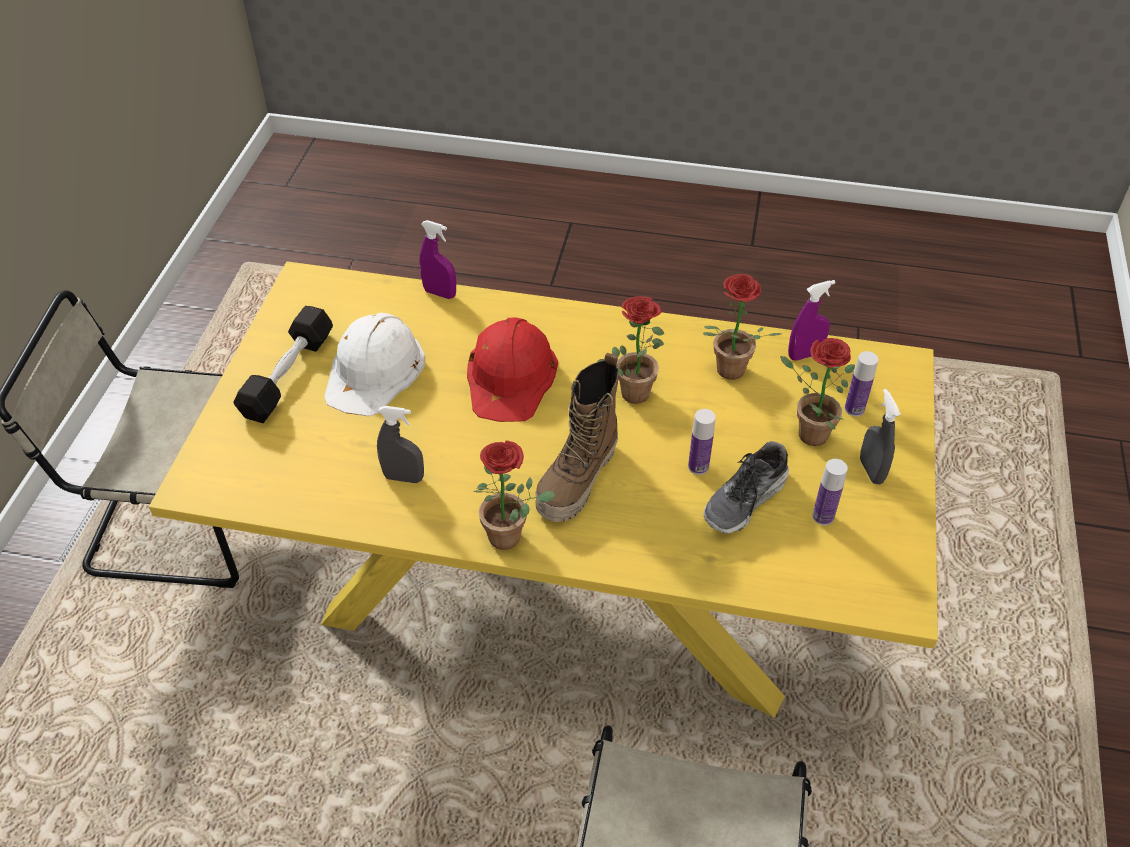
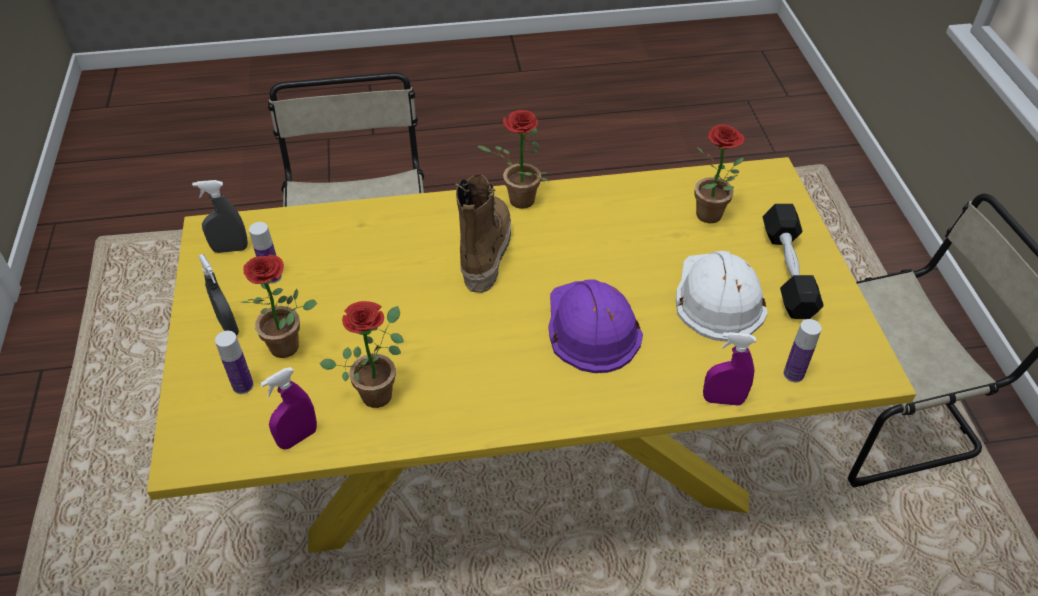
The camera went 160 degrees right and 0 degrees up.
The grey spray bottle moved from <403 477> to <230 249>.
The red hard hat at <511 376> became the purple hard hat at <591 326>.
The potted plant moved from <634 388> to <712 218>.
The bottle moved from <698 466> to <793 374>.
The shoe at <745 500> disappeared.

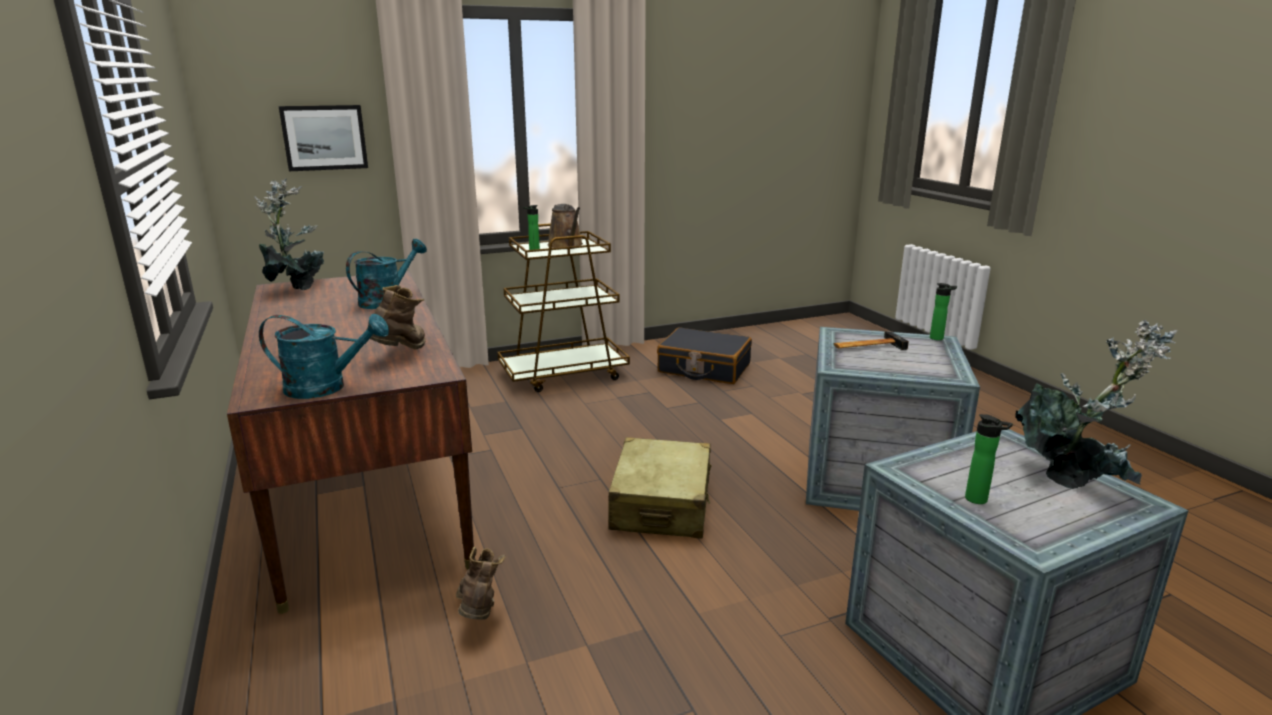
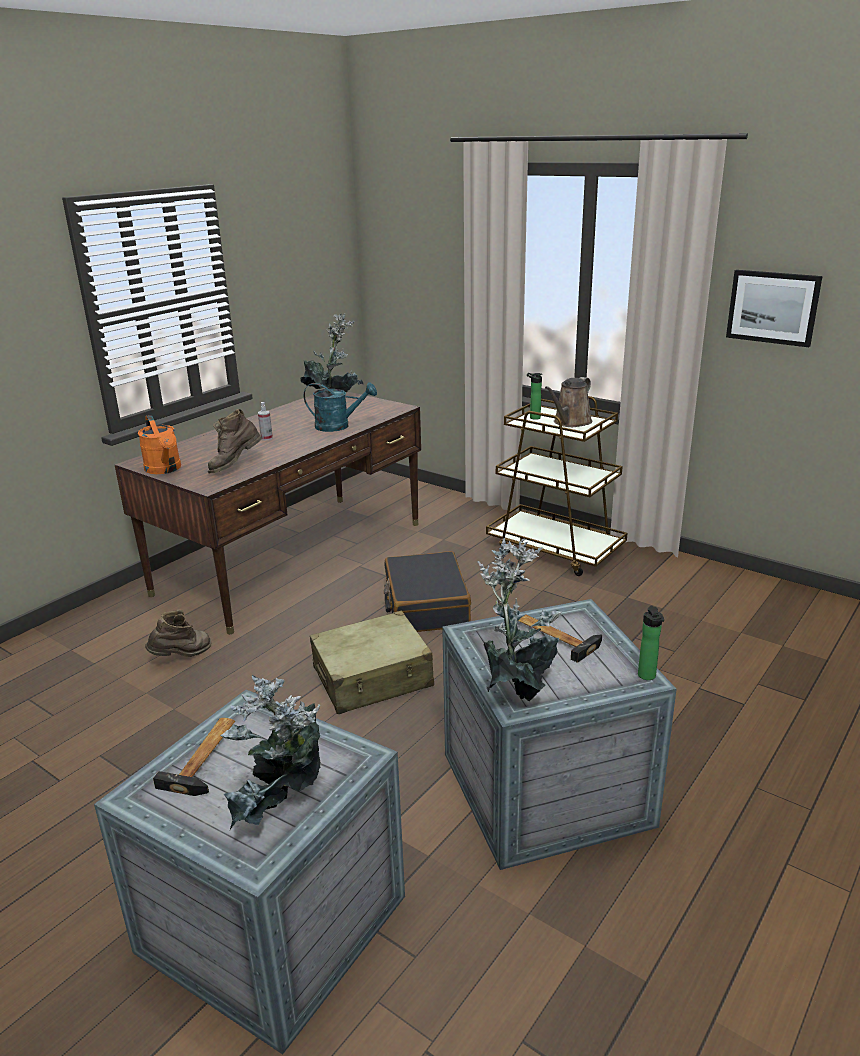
The camera went 60 degrees right and 5 degrees up.
The turquoise watering can at <326 387> became the orange watering can at <165 470>.
The bottle at <979 500> was replaced by the hammer at <207 757>.
The brown boot at <400 354> turned 150 degrees clockwise.
The spray bottle at <266 438> appeared.
The black suitcase moved from <704 368> to <425 606>.
The potted plant at <517 690> appeared.
The picture moved from <324 137> to <773 307>.

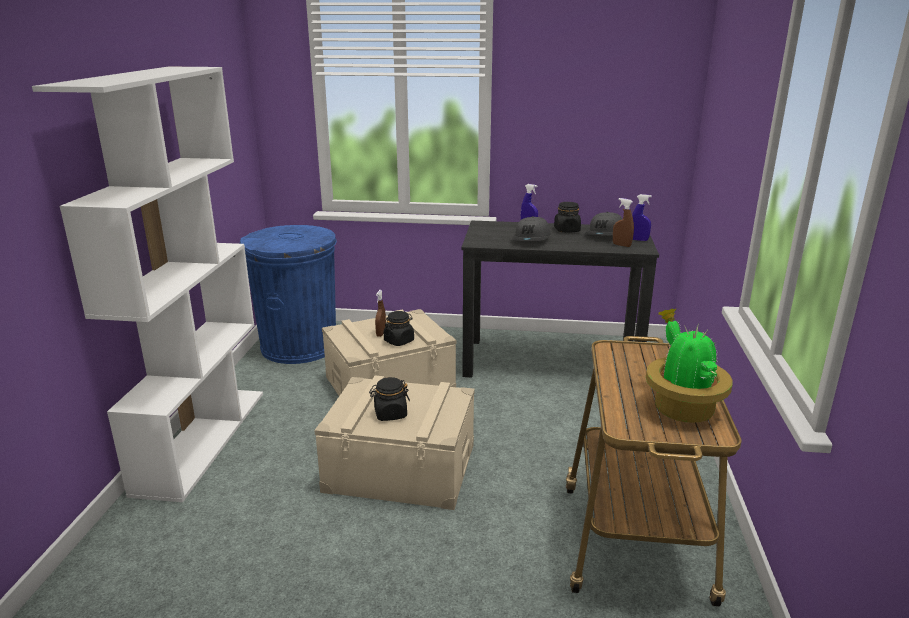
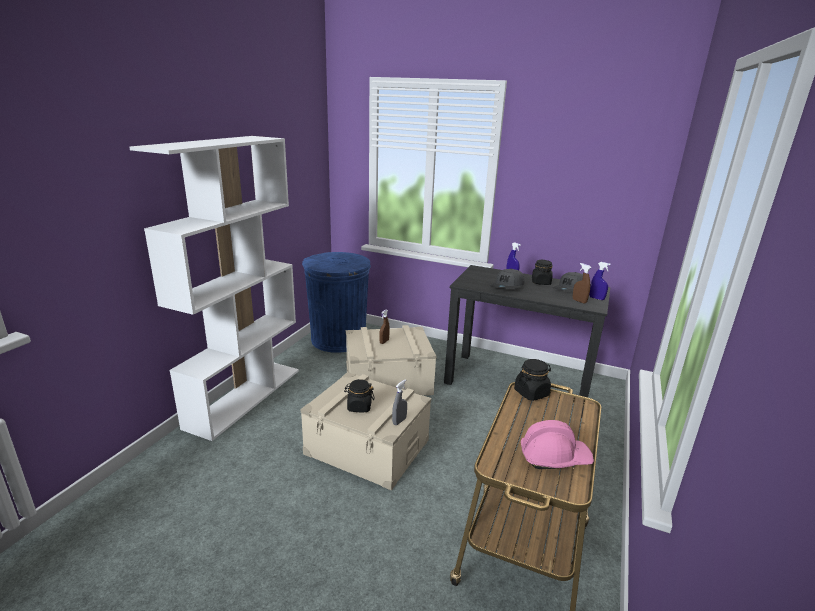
The camera went 15 degrees right and 0 degrees up.
The grey spray bottle at <399 421> appeared.
The black jar moved from <399 341> to <531 393>.
The potted plant at <681 408> was replaced by the pink hard hat at <554 457>.

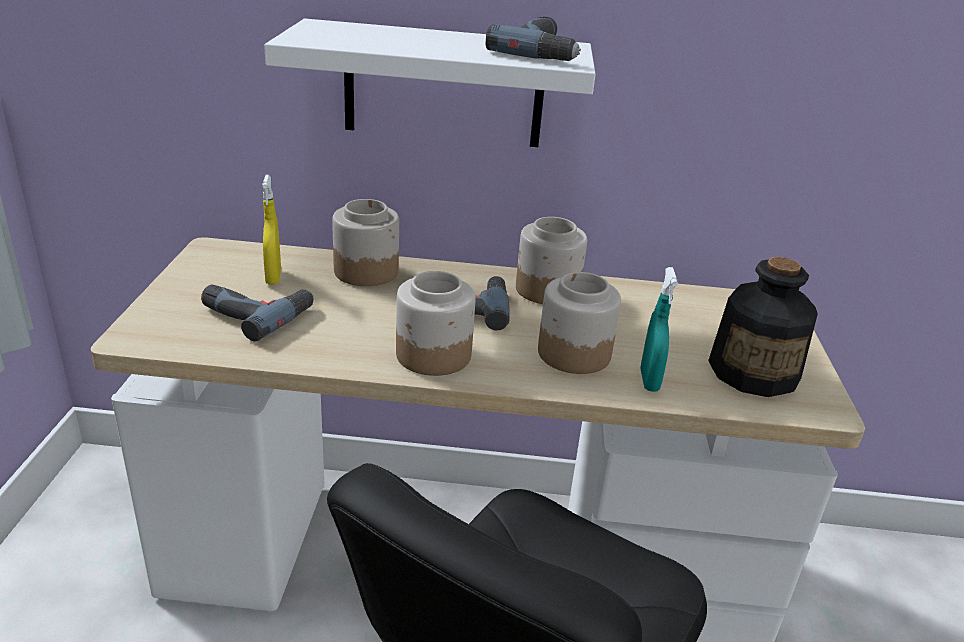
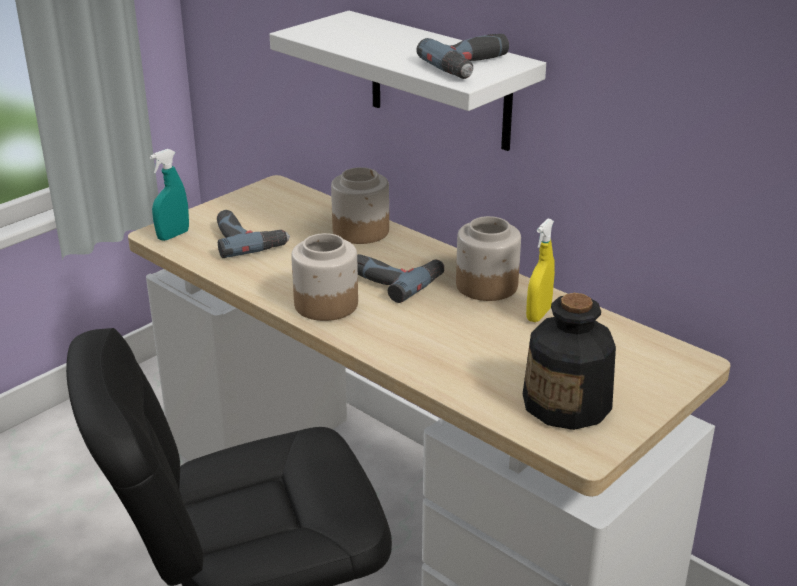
The camera went 40 degrees right and 0 degrees up.
The turquoise spray bottle moved from <649 381> to <173 235>.
The yellow spray bottle moved from <273 277> to <538 314>.
The jar at <573 353> disappeared.

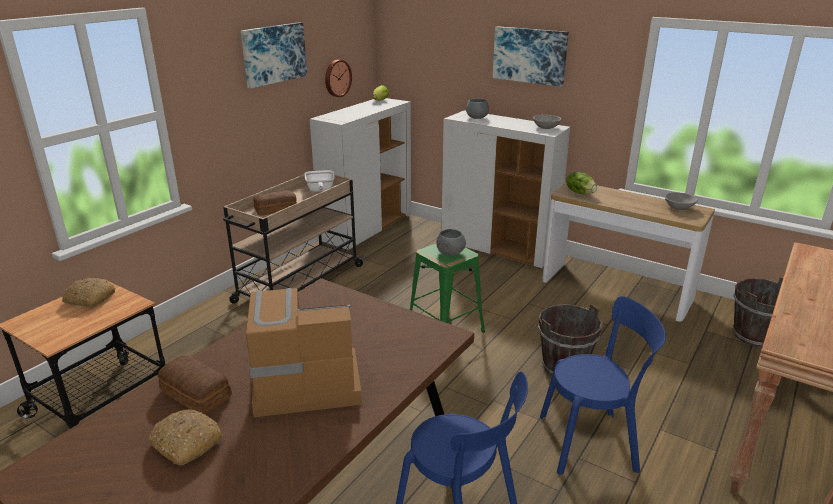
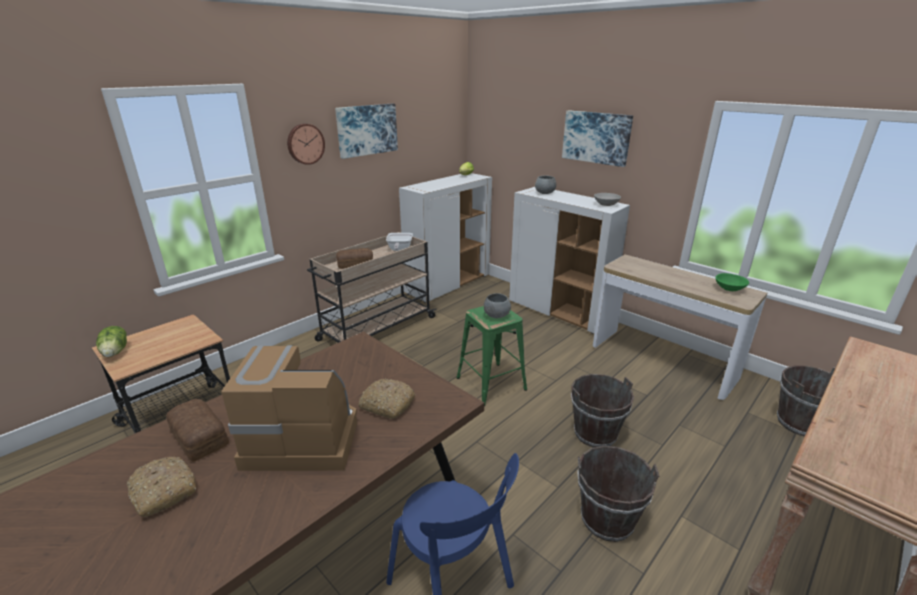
The camera went 10 degrees right and 0 degrees up.
The lettuce moved from <580 192> to <116 352>.
The wall clock moved from <337 78> to <305 144>.
The bread moved from <89 299> to <386 404>.
The blue chair at <592 442> was replaced by the brown bucket at <606 520>.
The grey bowl at <679 207> became the green bowl at <729 289>.

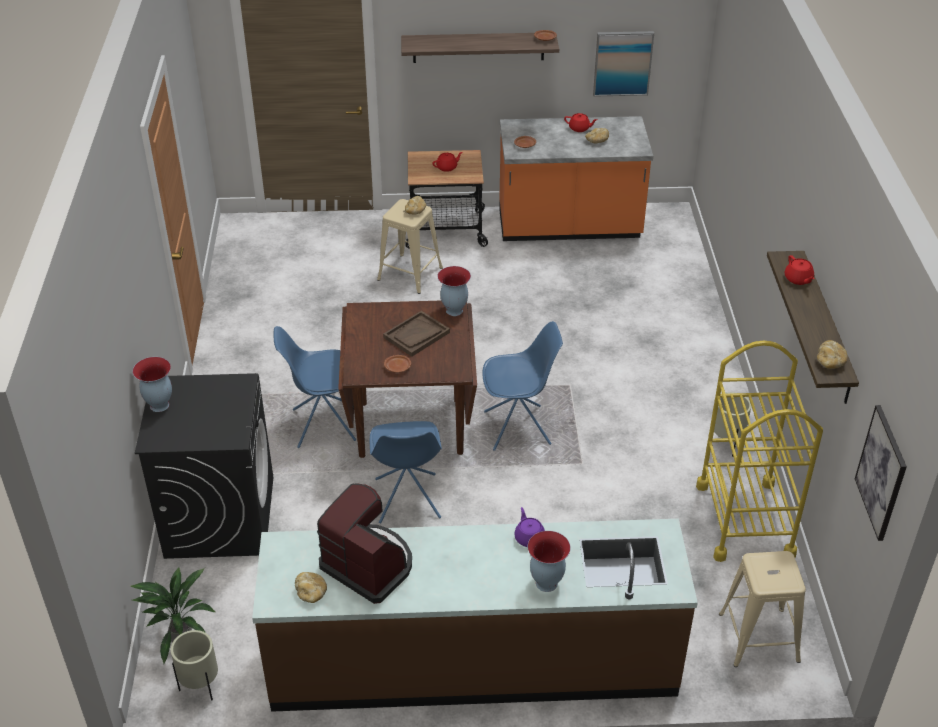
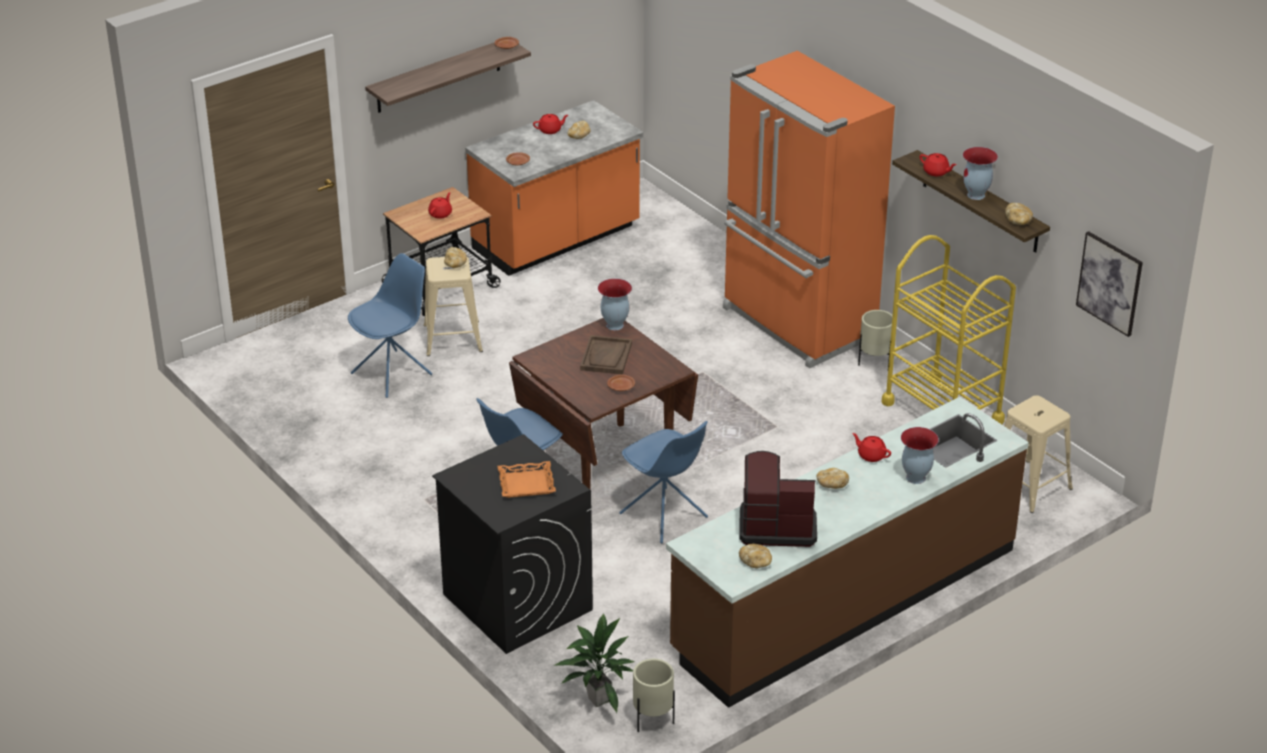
The camera went 35 degrees left and 5 degrees down.
The blue chair moved from <519 428> to <393 373>.
The orange tray at <526 484> appeared.
The orange fridge at <797 324> appeared.
The bread at <831 484> appeared.
The purple teapot at <529 538> became the red teapot at <871 455>.
The vase moved from <159 406> to <976 195>.
The picture at <622 63> disappeared.

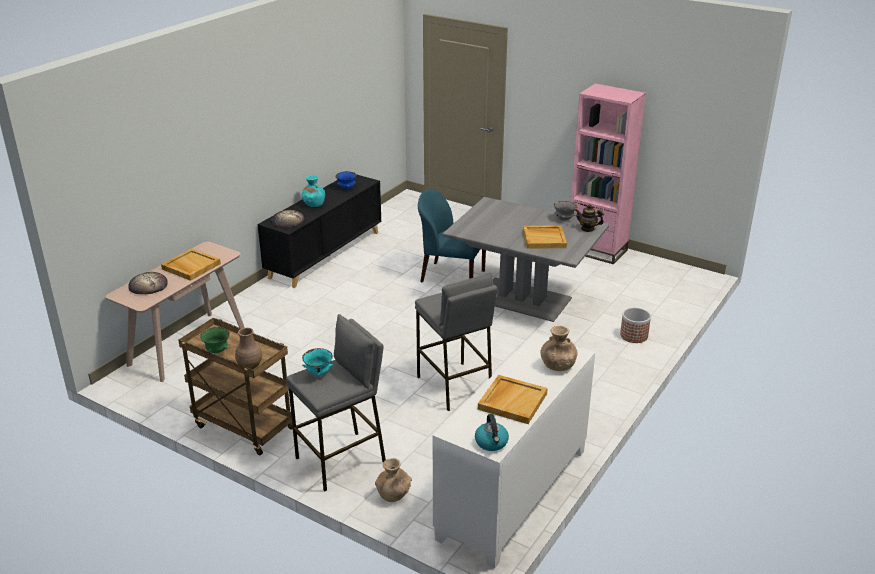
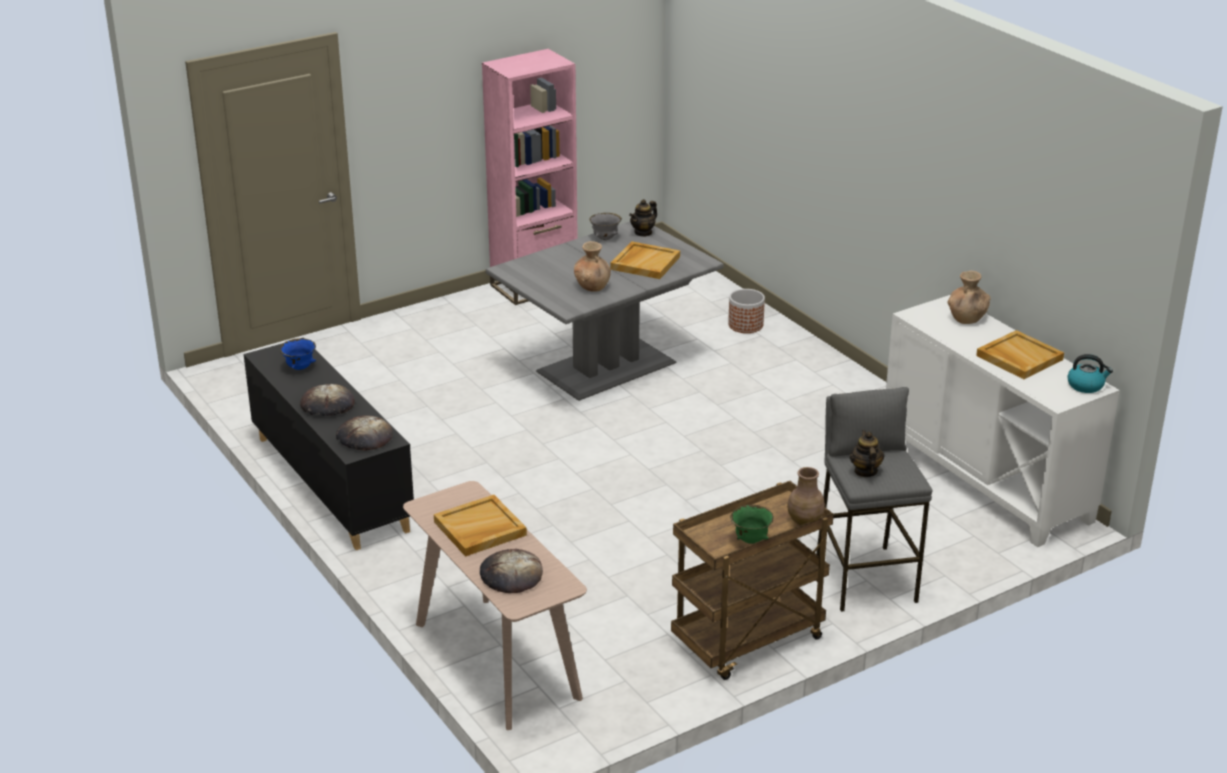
The camera went 65 degrees left and 0 degrees up.
The turquoise vase at <313 204> was replaced by the bread at <327 405>.
The brown vase moved from <393 495> to <592 286>.
The turquoise bowl at <318 374> was replaced by the teapot at <865 471>.
The grey stool at <454 386> disappeared.
The blue chair at <451 276> disappeared.

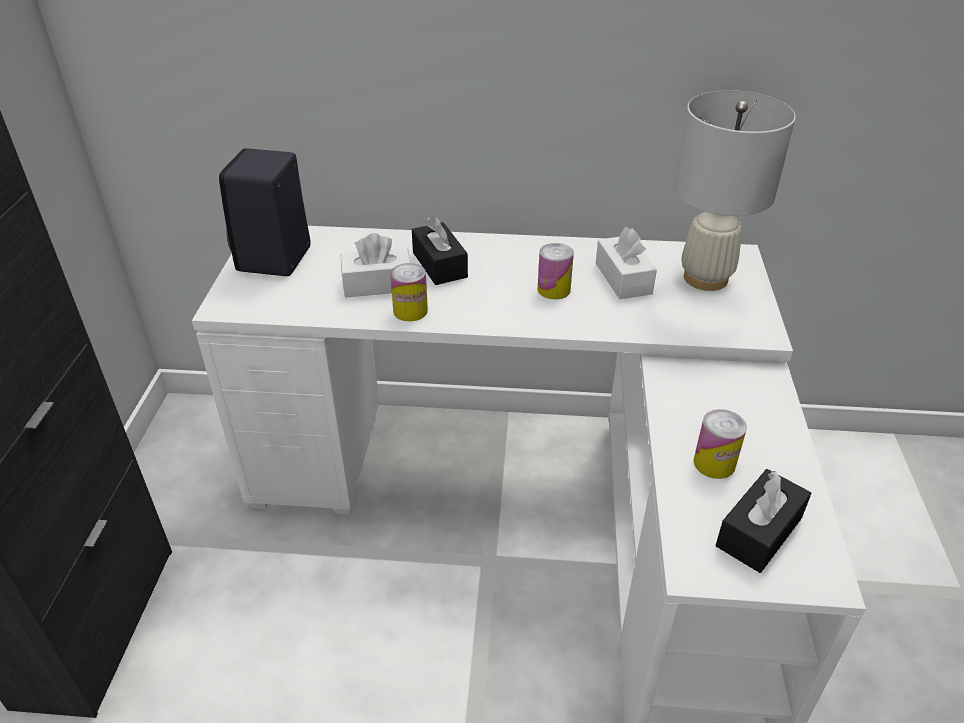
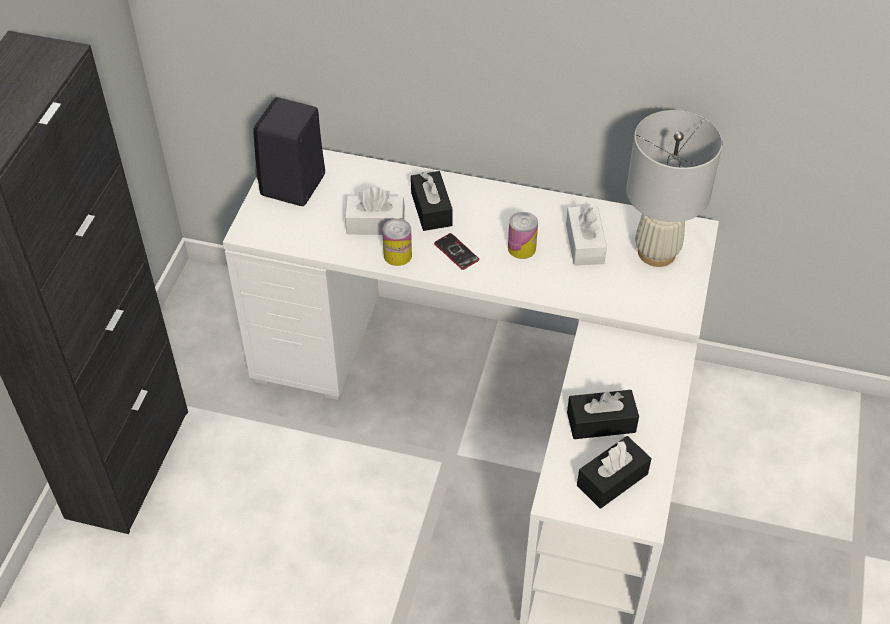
The camera went 10 degrees right and 10 degrees up.
The phone at <456 252> appeared.
The can at <714 463> was replaced by the black tissue box at <601 422>.

